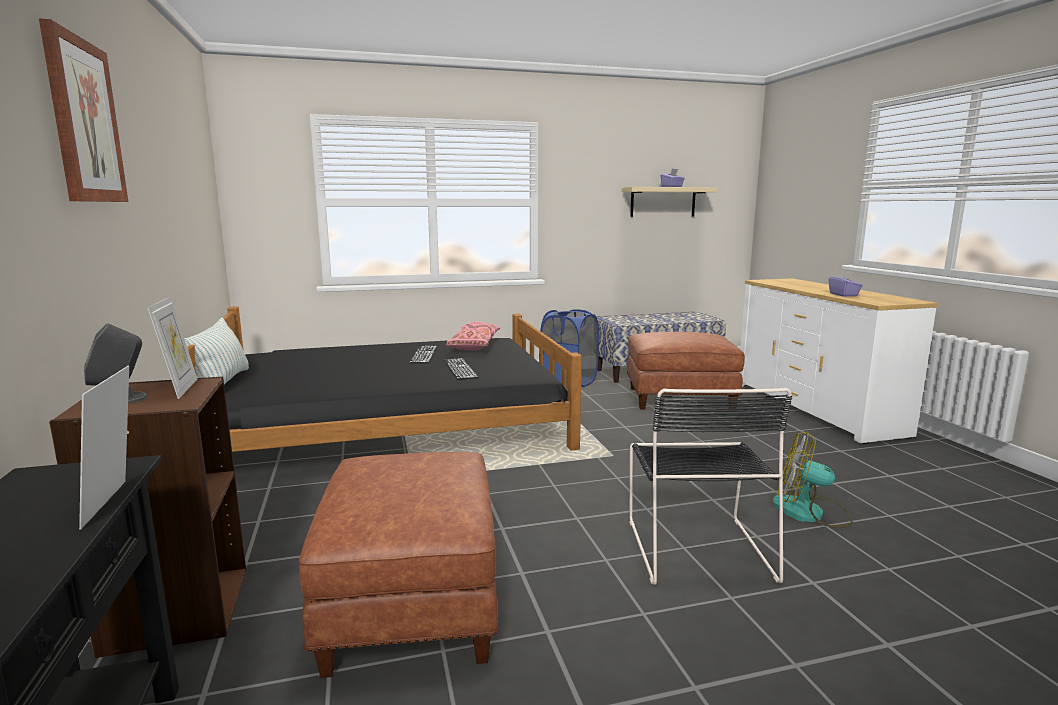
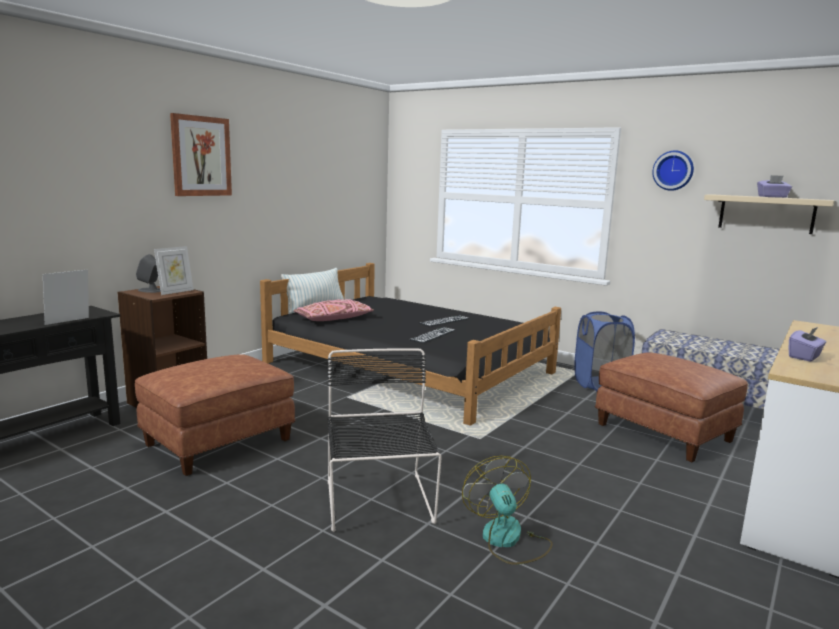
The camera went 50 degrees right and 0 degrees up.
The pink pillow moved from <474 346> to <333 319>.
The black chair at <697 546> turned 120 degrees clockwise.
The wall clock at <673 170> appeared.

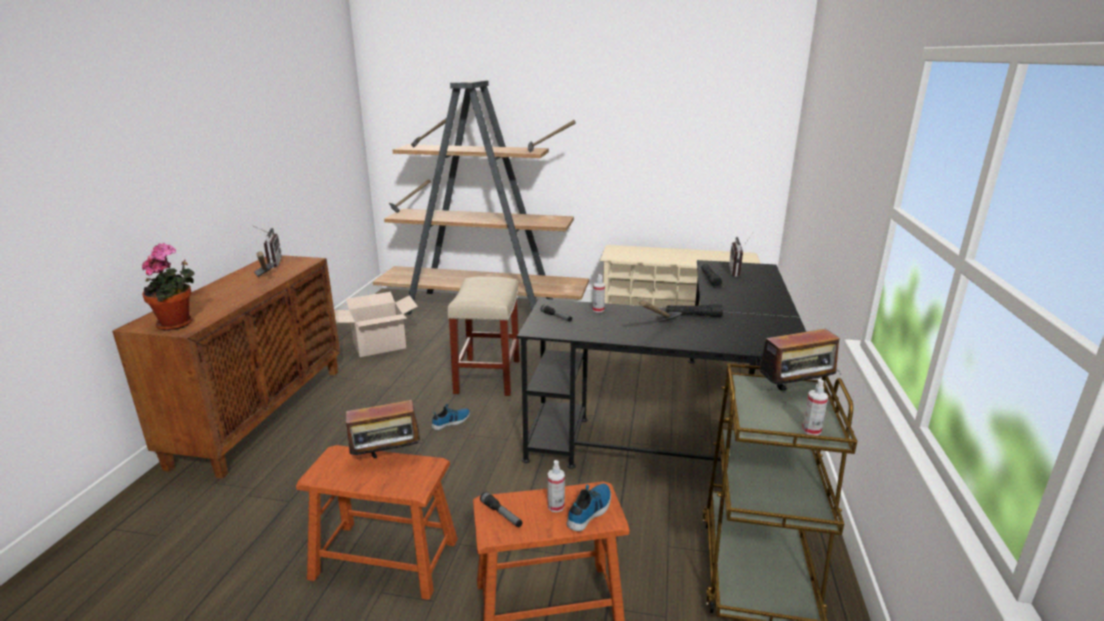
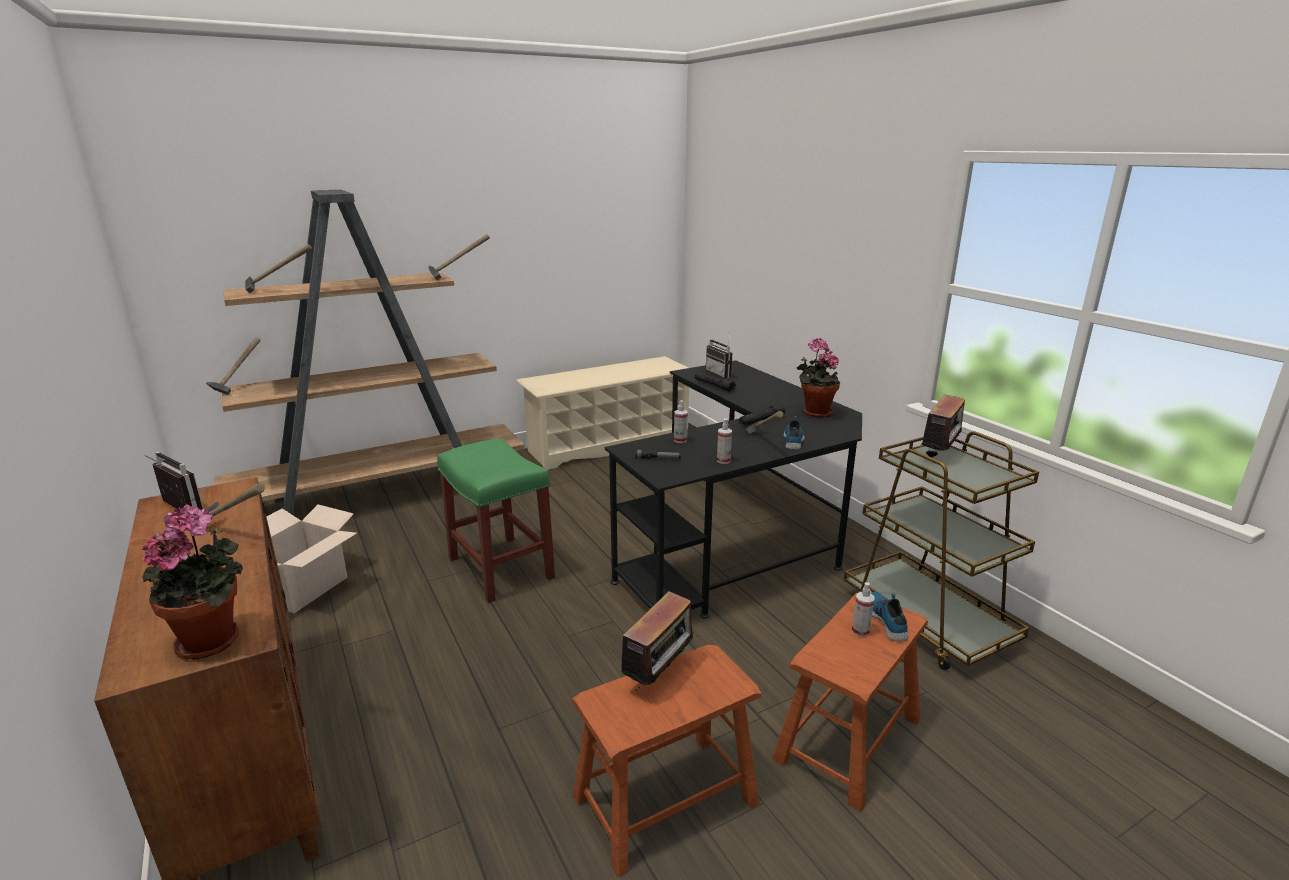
The camera went 40 degrees left and 0 degrees up.
The beige stool at <487 375> became the green stool at <499 567>.
The spray bottle moved from <811 430> to <723 461>.
The shoe moved from <451 422> to <794 440>.
The potted plant at <814 413> appeared.
The flashlight at <501 514> disappeared.

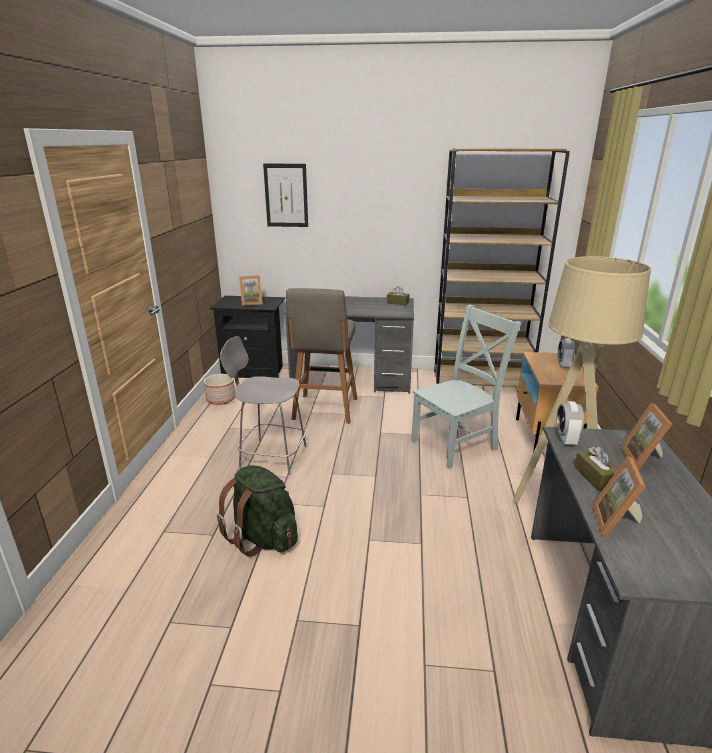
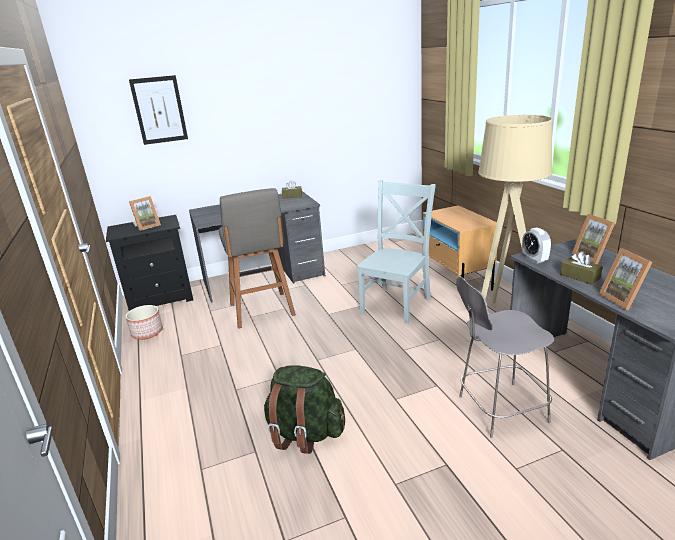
The camera went 25 degrees left and 0 degrees up.
The grey chair moved from <271 456> to <499 409>.
The brown bookcase at <481 382> disappeared.
The alarm clock at <563 365> disappeared.

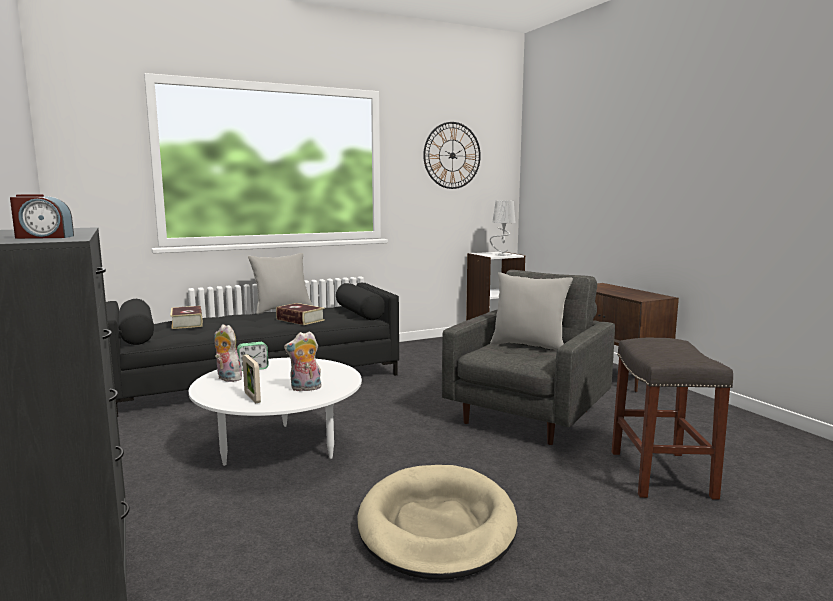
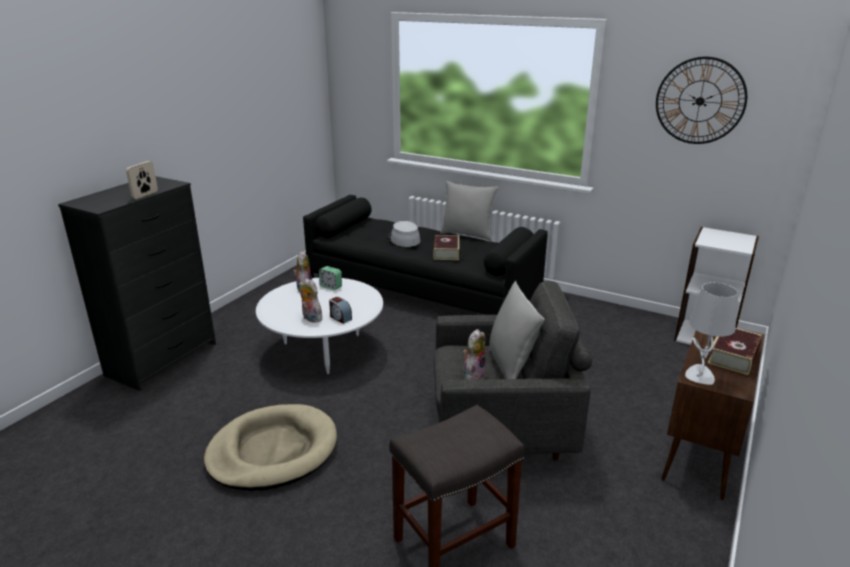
The camera went 55 degrees right and 15 degrees up.
The picture frame moved from <252 397> to <145 195>.
The alarm clock moved from <44 237> to <340 318>.
The grey hat at <403 238> appeared.
The plush toy at <473 375> appeared.
The grey table lamp moved from <501 254> to <699 375>.
The book moved from <187 323> to <733 356>.

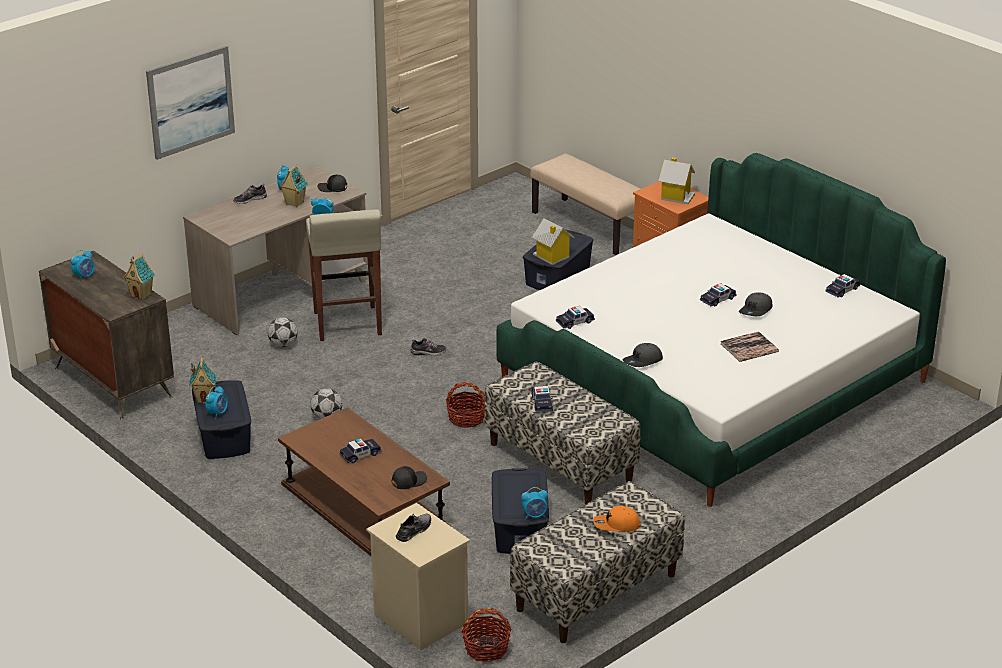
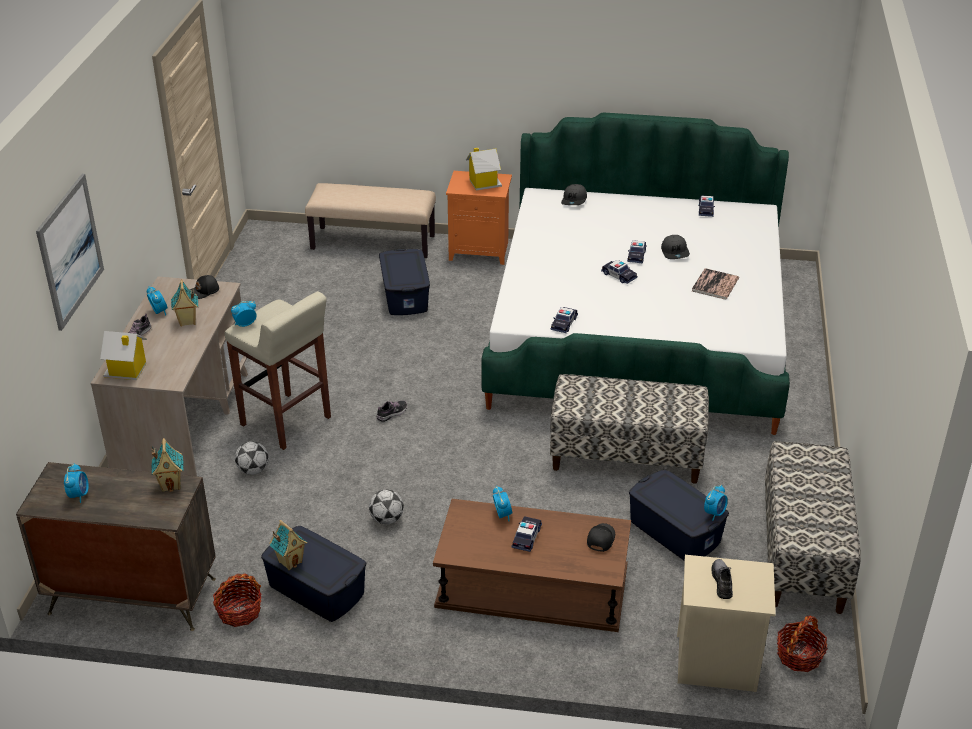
The camera went 40 degrees left and 5 degrees up.
The toy house moved from <551 256> to <127 370>.
The basket moved from <466 418> to <239 612>.
The alarm clock moved from <217 413> to <502 514>.
The grey cap moved from <643 361> to <574 200>.
The toy car moved from <542 402> to <619 276>.
The orange cap at <616 525> disappeared.

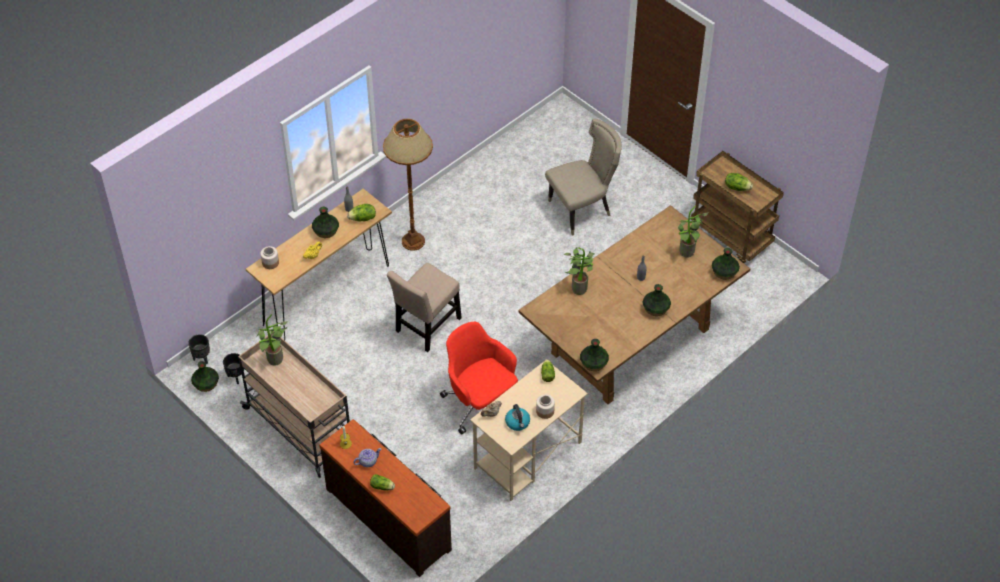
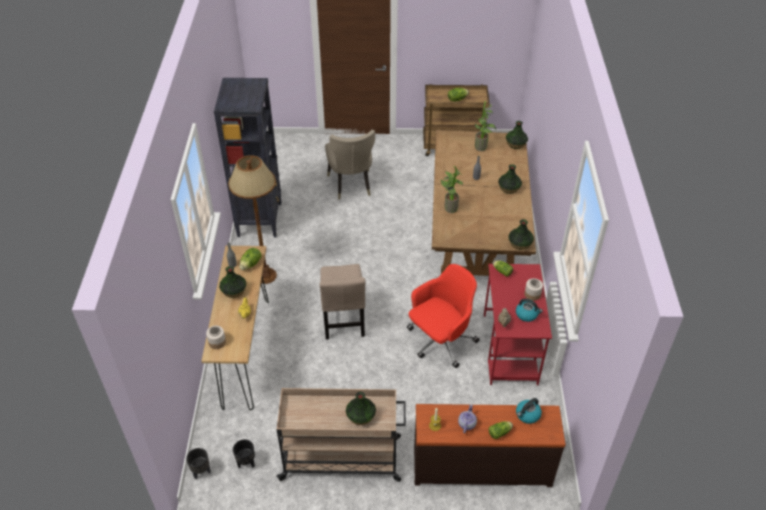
The camera went 45 degrees left and 5 degrees down.
The black bookcase at <260 219> appeared.
The beige chair at <582 209> turned 150 degrees clockwise.
The vase moved from <206 384> to <361 416>.
The red office chair at <480 404> turned 135 degrees clockwise.
The beige desk at <527 456> became the red desk at <510 349>.
The kettle at <527 415> appeared.
The potted plant at <275 361> disappeared.

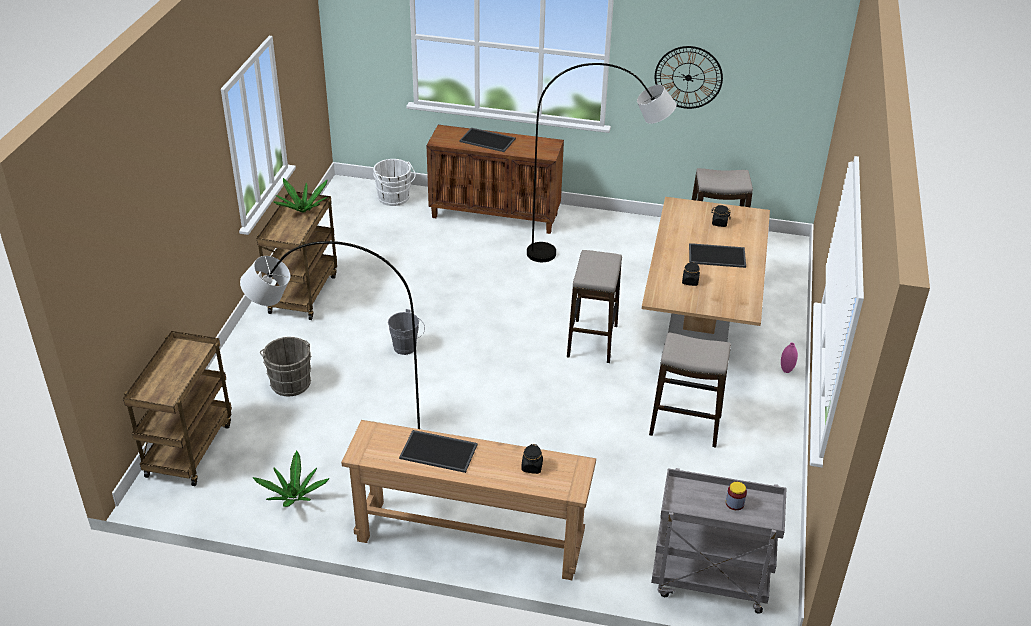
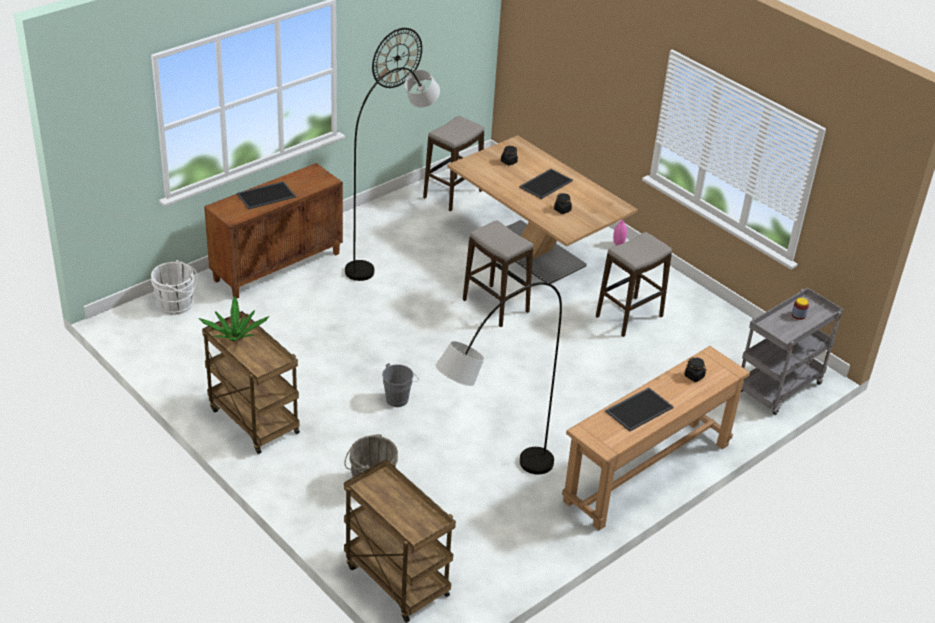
The camera went 55 degrees left and 0 degrees up.
The potted plant at <293 496> disappeared.

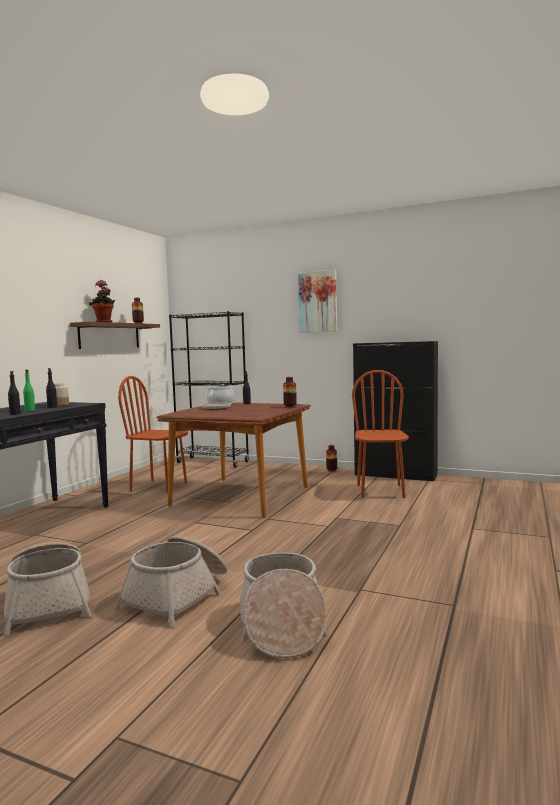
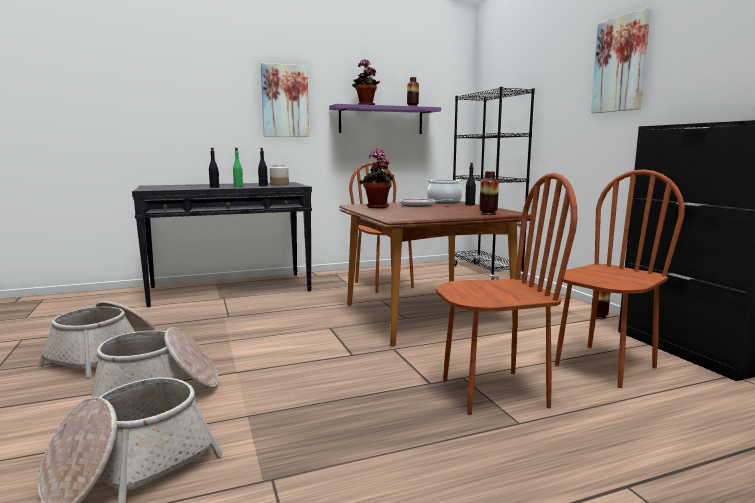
The camera went 45 degrees right and 5 degrees up.
The picture at <285 101> appeared.
The brown shelf at <109 336> became the purple shelf at <381 120>.
The potted plant at <377 207> appeared.
The brown chair at <493 392> appeared.

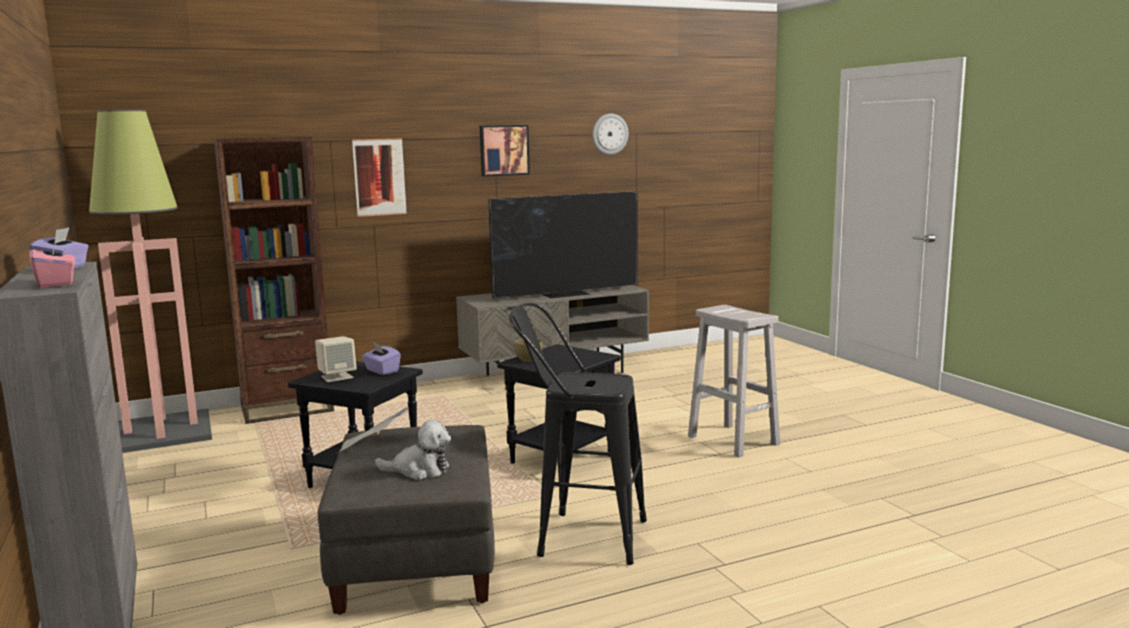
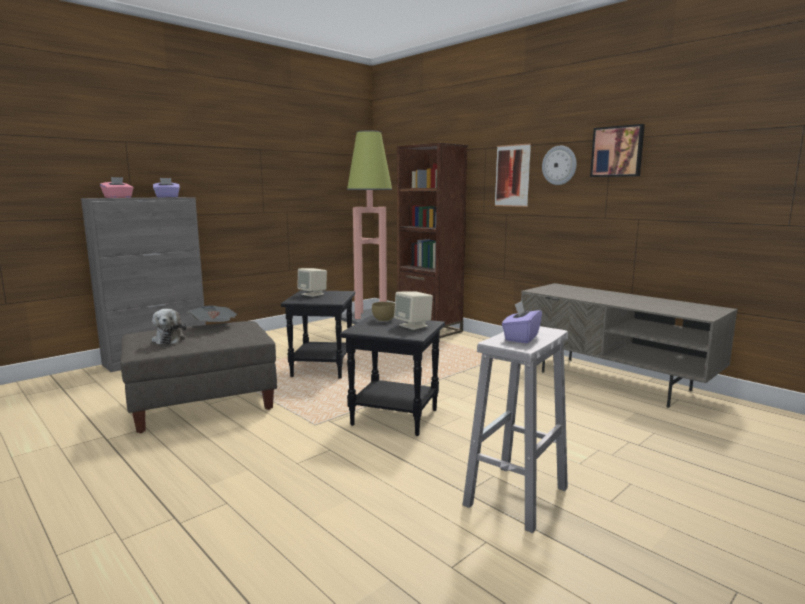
The camera went 70 degrees right and 0 degrees up.
The beige speaker at <413 325> appeared.
The purple tissue box moved from <381 371> to <521 338>.
The wall clock moved from <609 134> to <559 165>.
The television at <567 294> disappeared.
The black stool at <580 536> disappeared.

